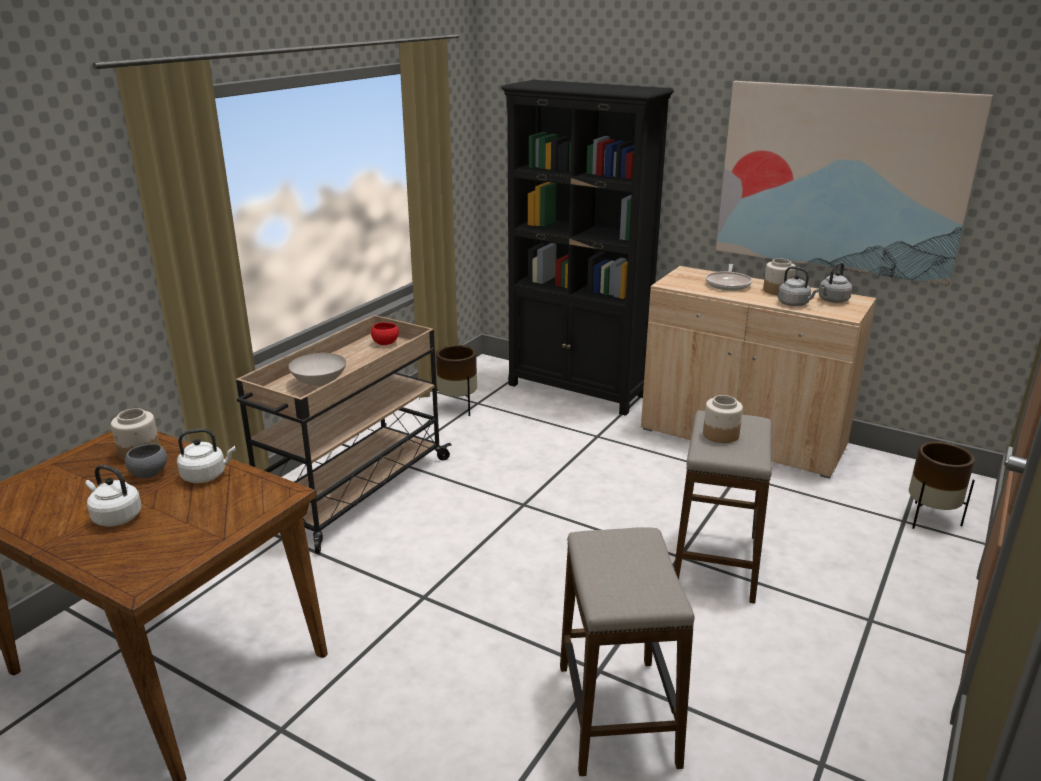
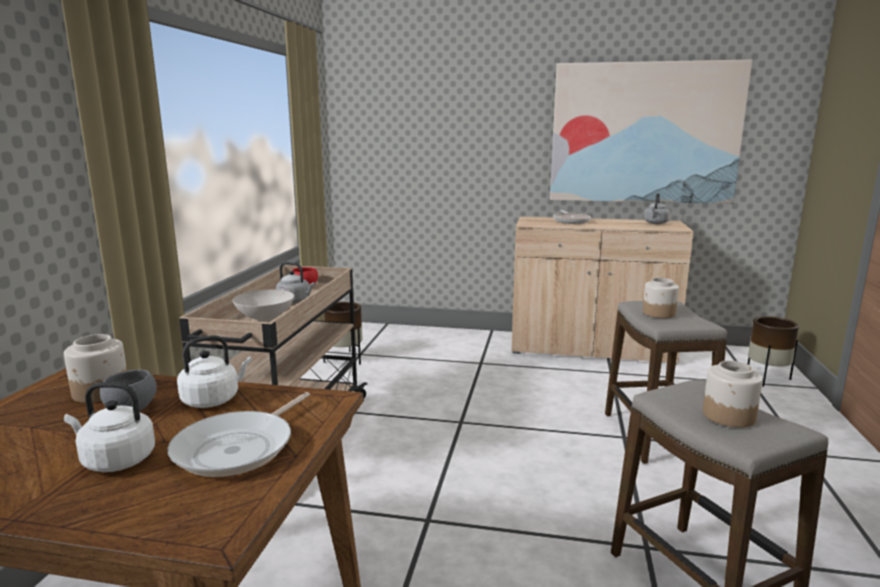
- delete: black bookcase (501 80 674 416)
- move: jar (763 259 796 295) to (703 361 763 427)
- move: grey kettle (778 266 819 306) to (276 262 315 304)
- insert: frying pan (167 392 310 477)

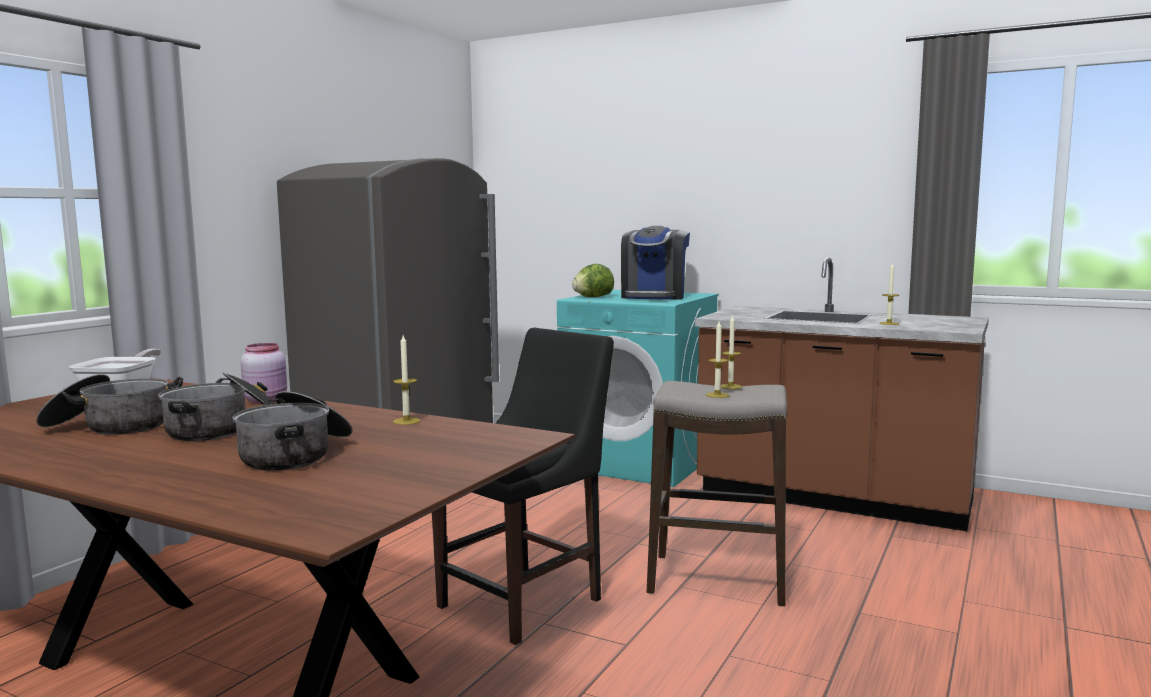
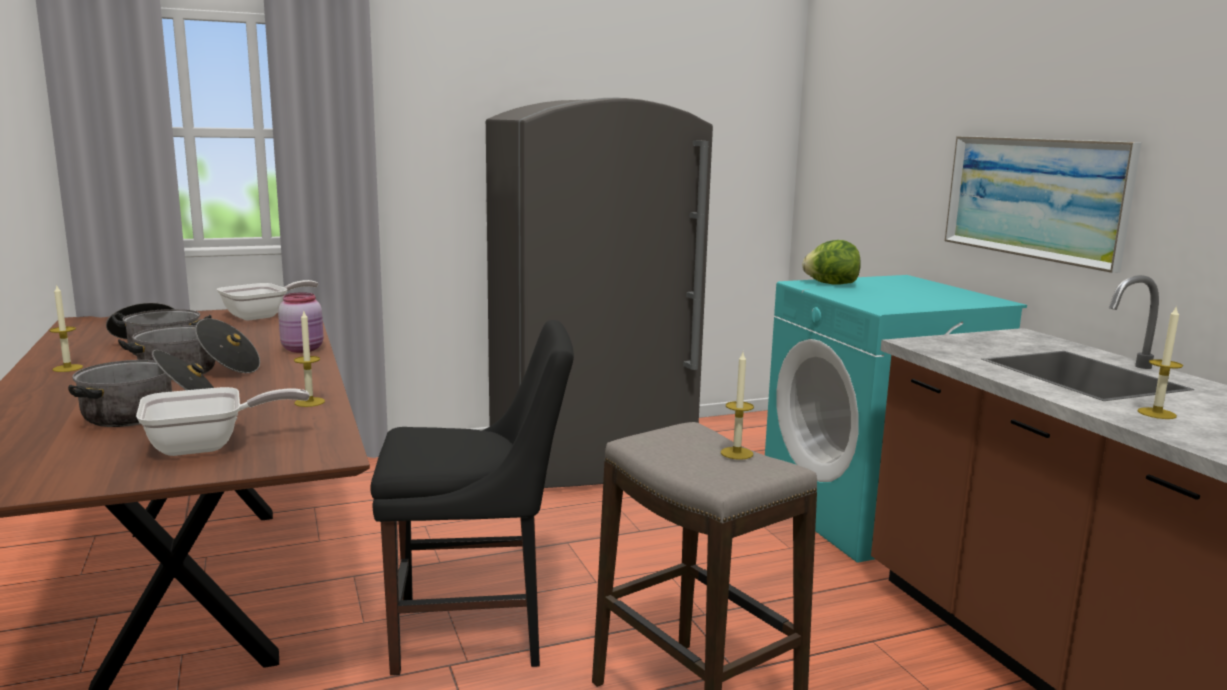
- delete: coffee machine (621 226 690 300)
- move: candle (706 321 729 398) to (49 284 83 372)
- insert: picture (945 136 1142 273)
- insert: frying pan (136 387 310 456)

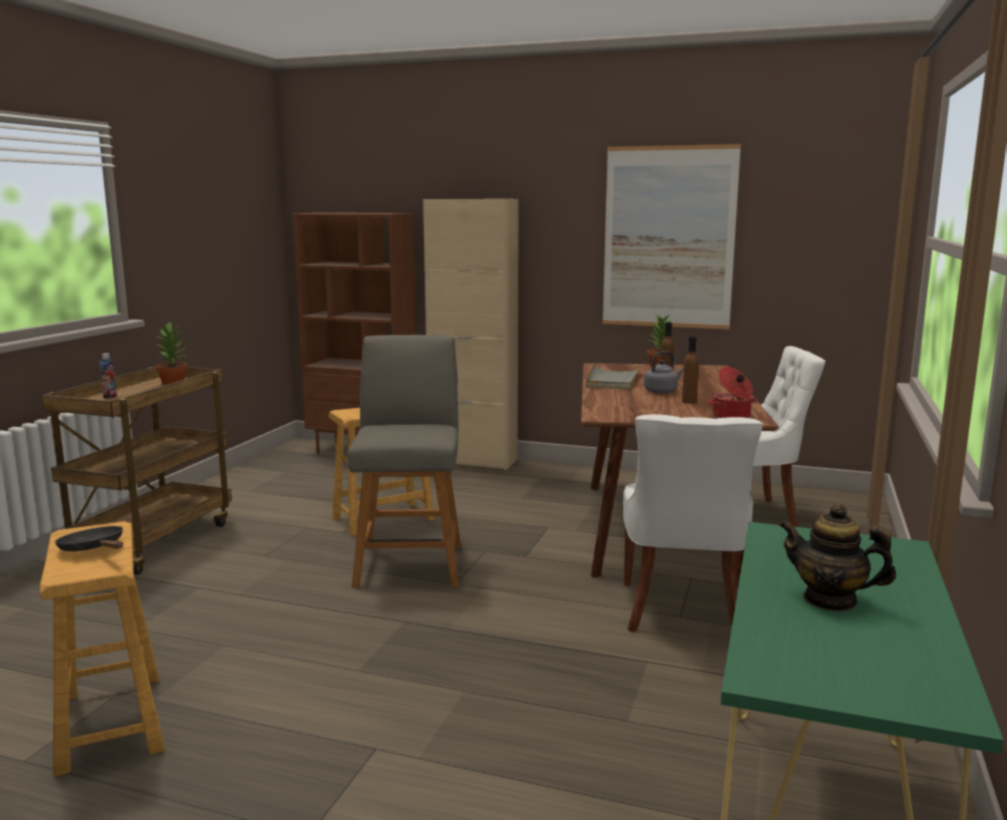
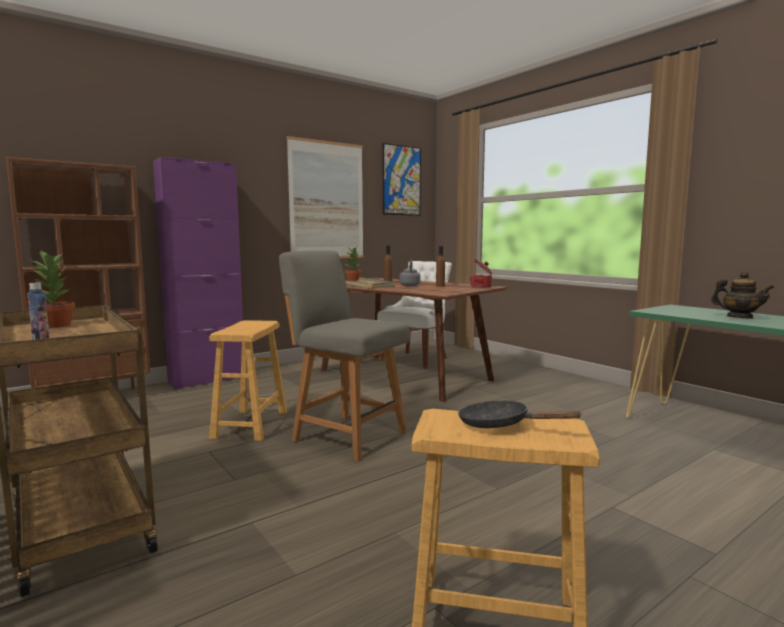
- recolor: beige cabinet (423 199 519 470) to purple cabinet (153 157 243 390)
- delete: white chair (623 414 763 633)
- rotate: teapot (779 503 896 611) = (711 272 774 319) 120 degrees counterclockwise
- rotate: black frying pan (55 526 123 551) = (458 400 582 428) 45 degrees clockwise
- insert: picture (383 143 421 216)

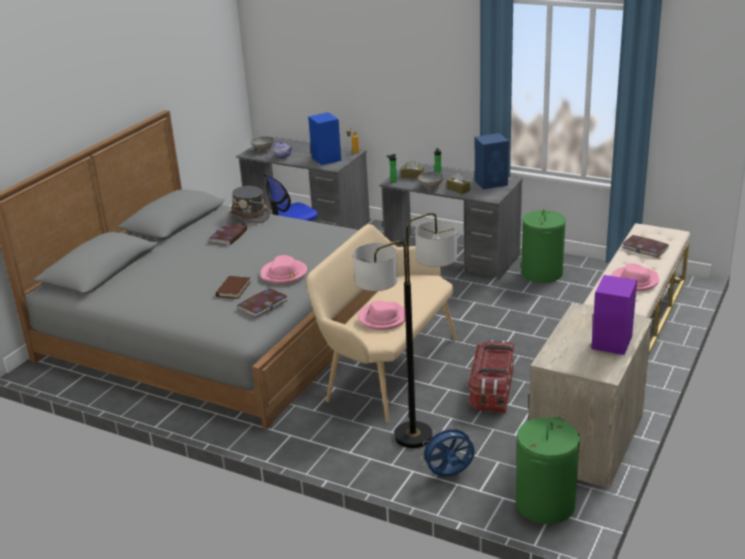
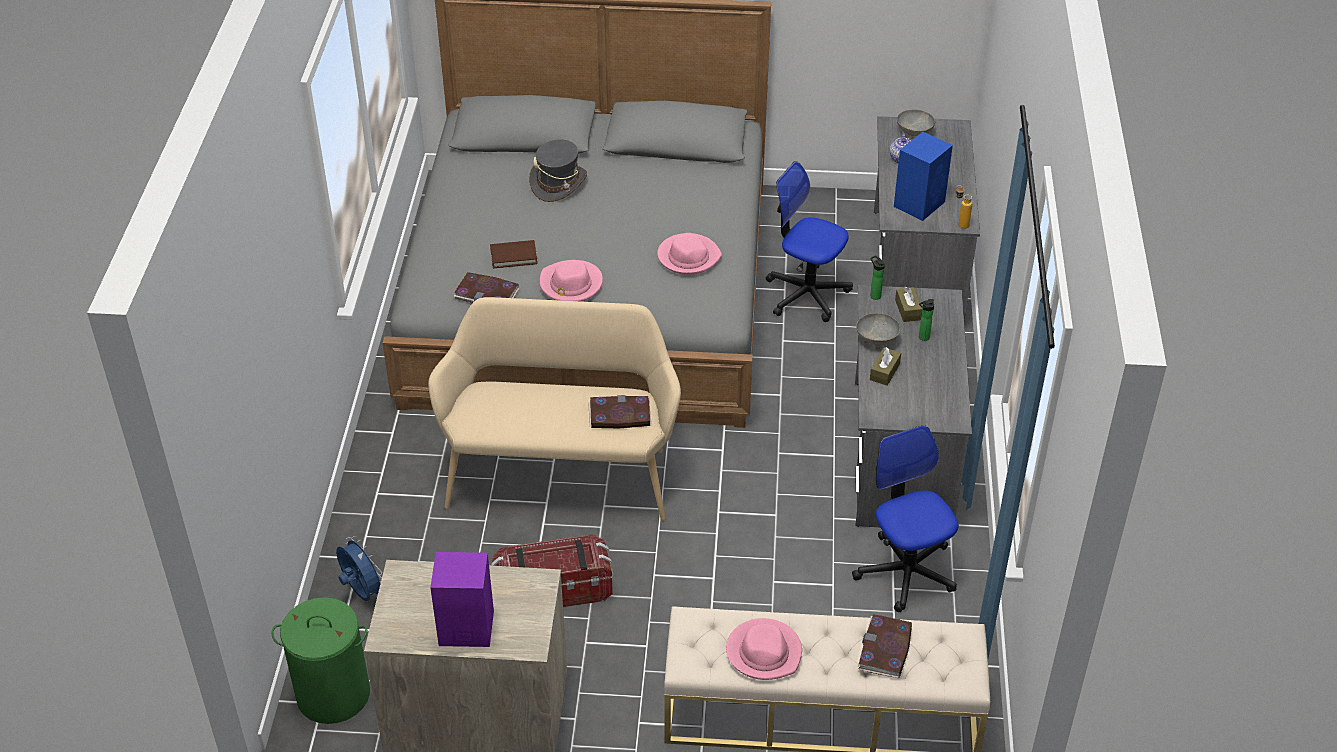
- delete: blue speaker (475 133 509 189)
- move: grey hat (229 186 270 223) to (529 139 587 202)
- replace: green laundry basket (521 210 566 283) to office chair (852 425 959 612)
- delete: floor lamp (353 212 457 448)
- move: book (209 223 247 245) to (588 395 651 428)
- move: pink hat (358 301 406 330) to (657 233 722 275)

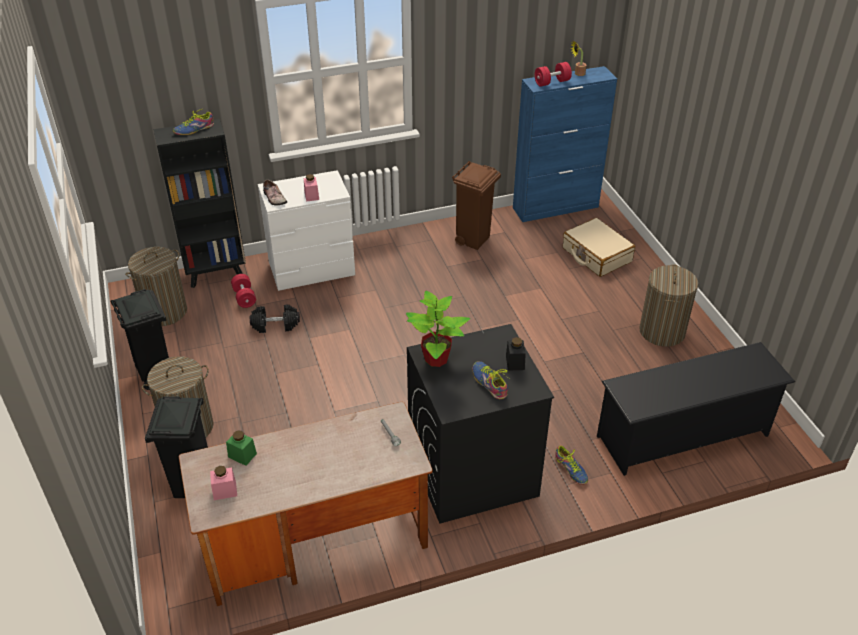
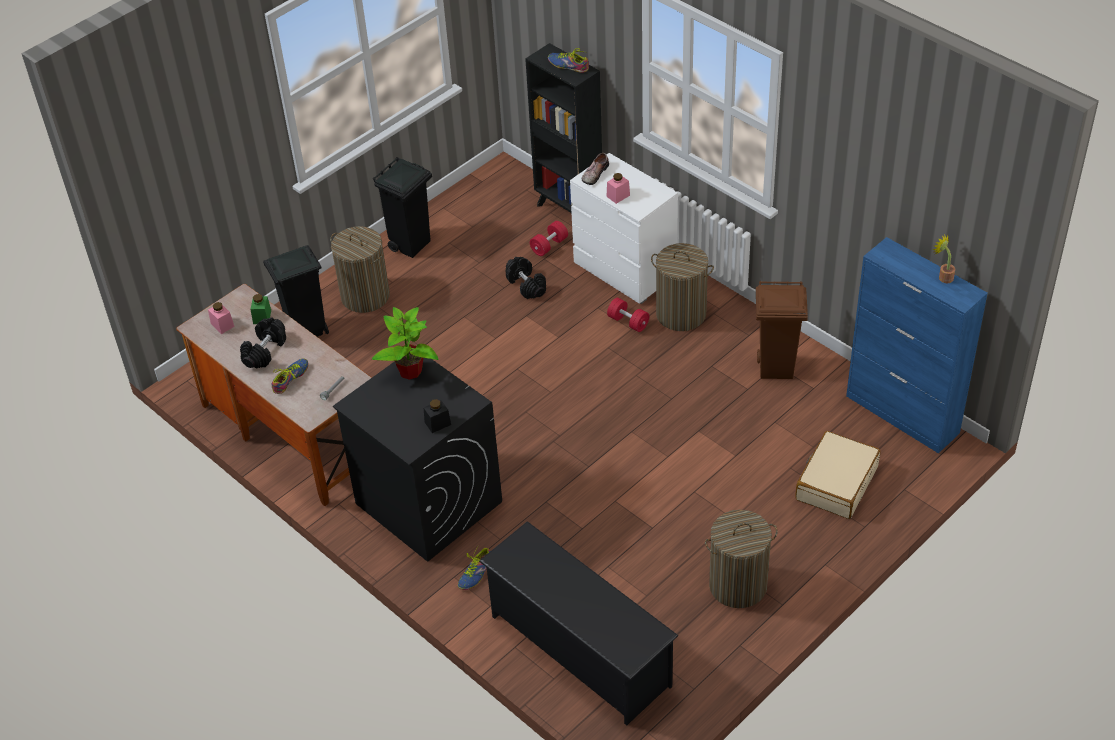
- move: red dumbbell (535 62 572 87) to (607 298 649 332)
- move: laundry basket (125 247 187 326) to (651 243 714 331)
- move: shoe (473 361 510 399) to (272 359 309 394)
- insert: black dumbbell (240 317 286 368)

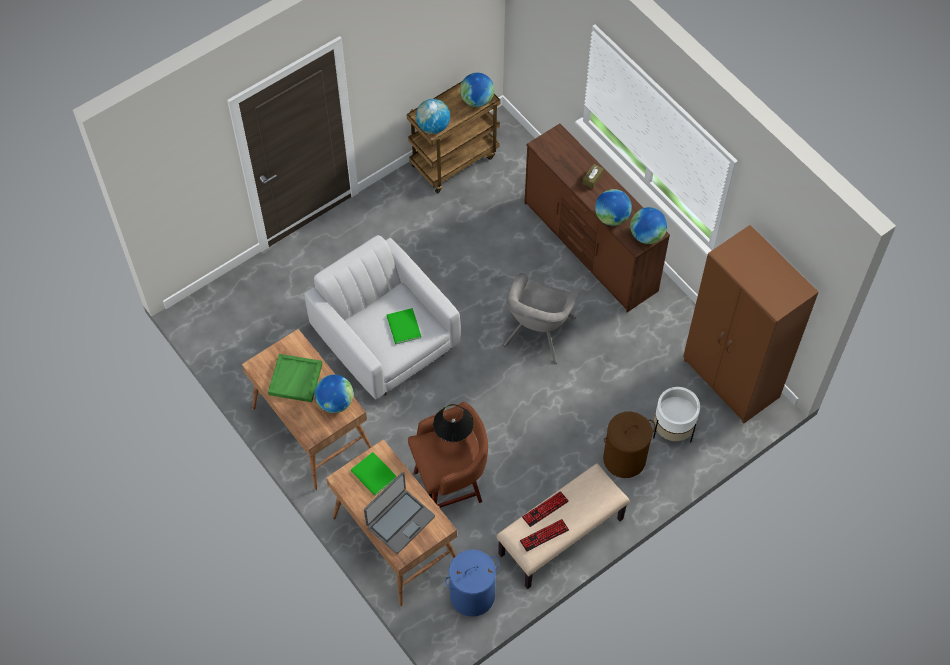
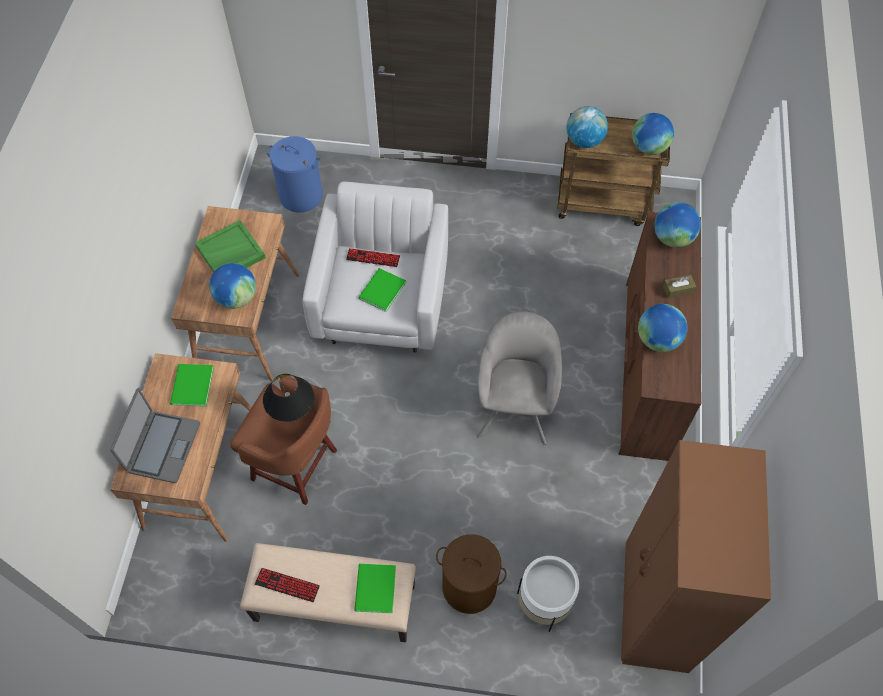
- move: globe (630 207 667 244) to (654 202 701 248)
- rotate: grey armchair (503 273 578 364) = (477 311 562 445) 120 degrees clockwise
- rotate: laptop (364 472 435 554) = (110 388 200 483) 75 degrees counterclockwise
- move: keyboard (522 491 569 527) to (346 248 400 267)
- move: blue laundry basket (445 549 499 617) to (267 136 323 213)
- insert: green book (354 564 396 613)

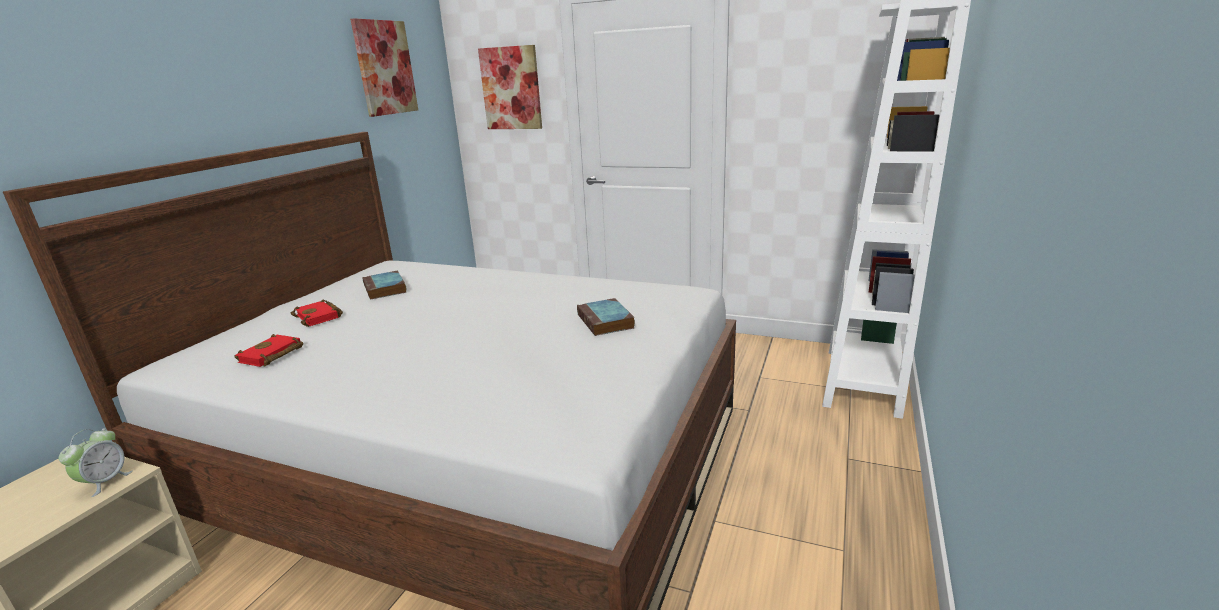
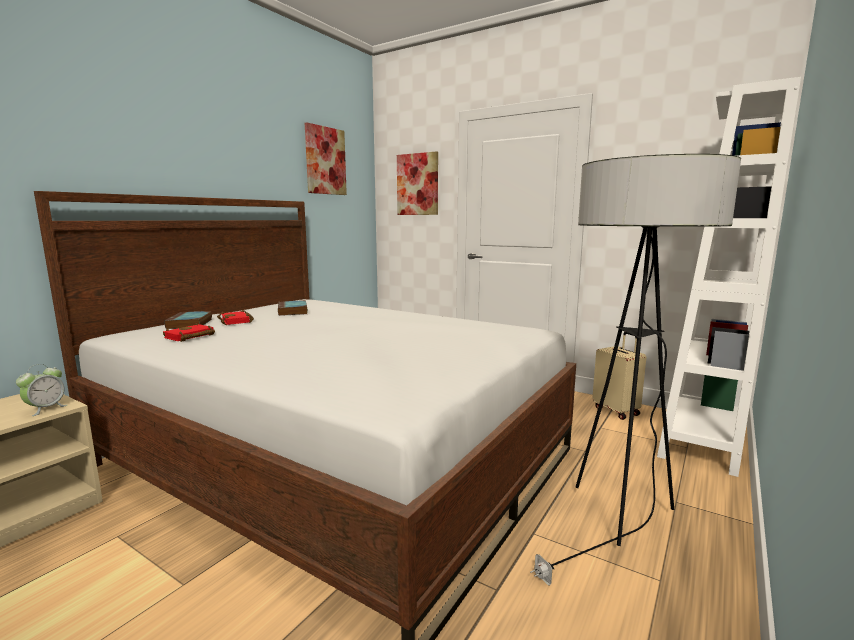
- move: book (577 298 635 336) to (164 311 212 329)
- insert: floor lamp (530 154 741 585)
- insert: beige suitcase (592 332 646 420)

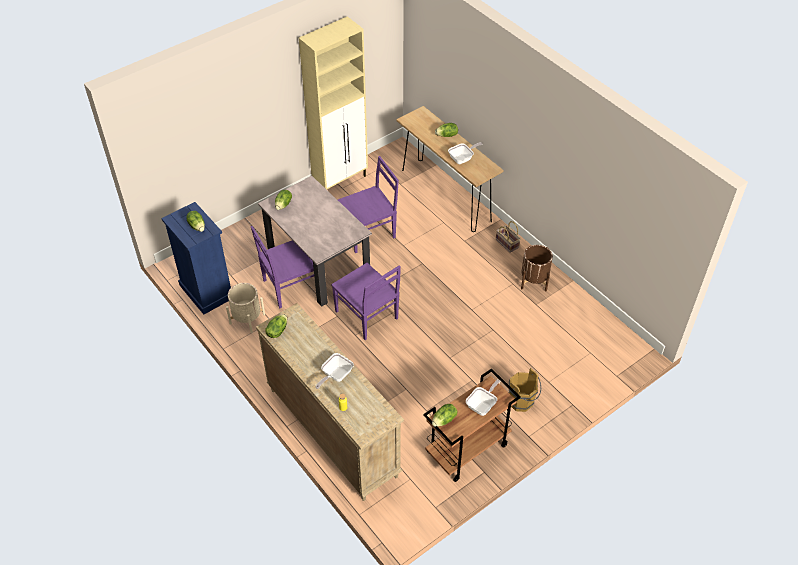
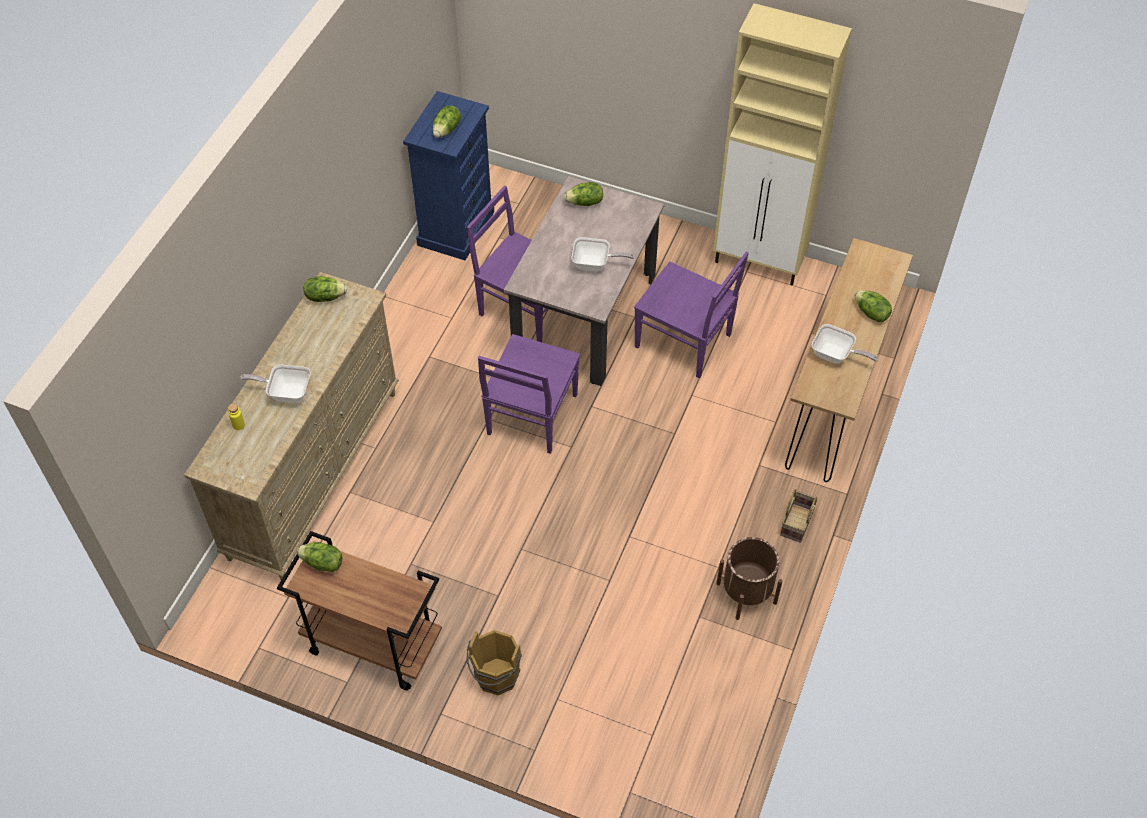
- delete: beige planter (226 283 265 333)
- move: frying pan (466 379 500 416) to (571 237 634 271)

